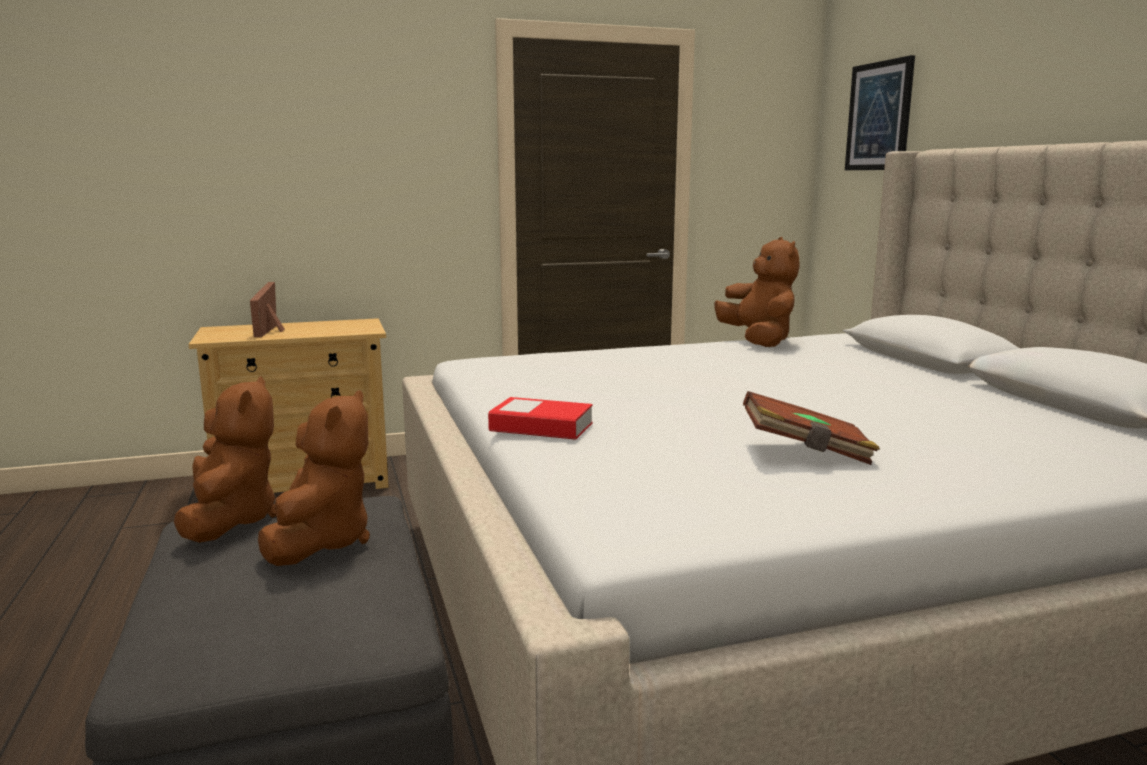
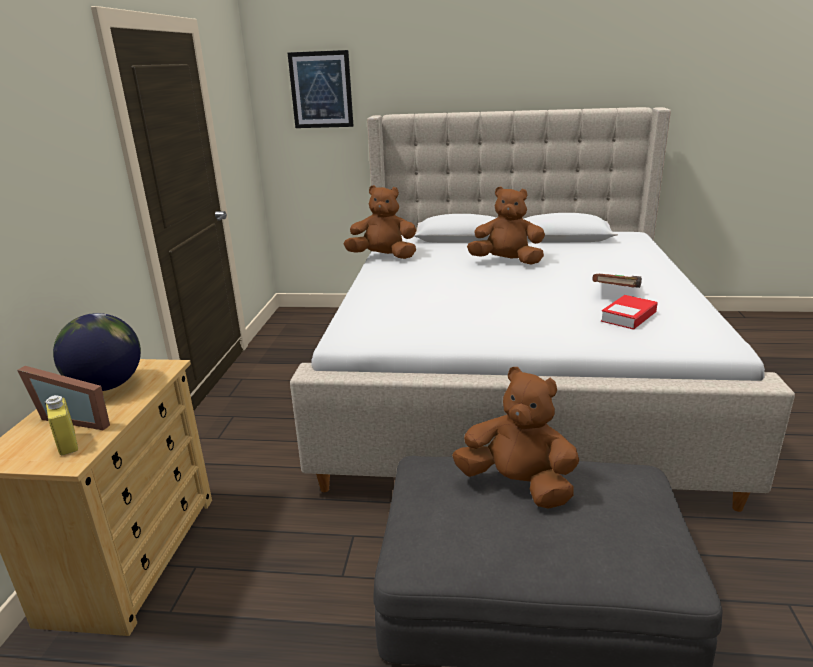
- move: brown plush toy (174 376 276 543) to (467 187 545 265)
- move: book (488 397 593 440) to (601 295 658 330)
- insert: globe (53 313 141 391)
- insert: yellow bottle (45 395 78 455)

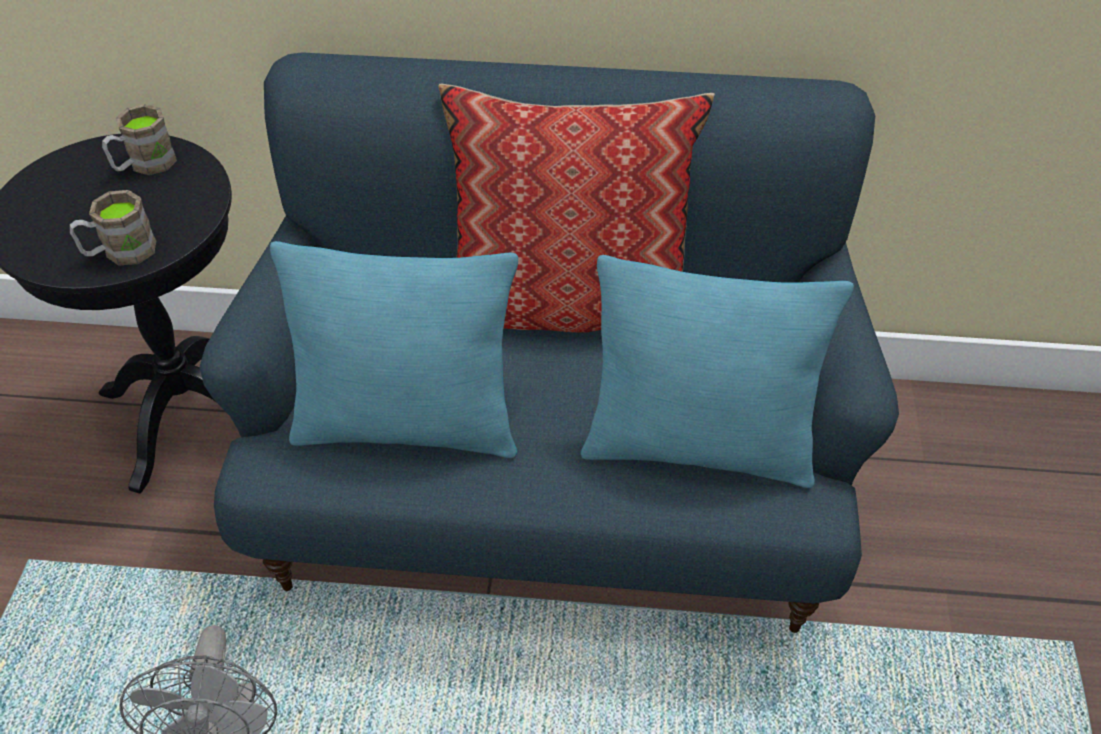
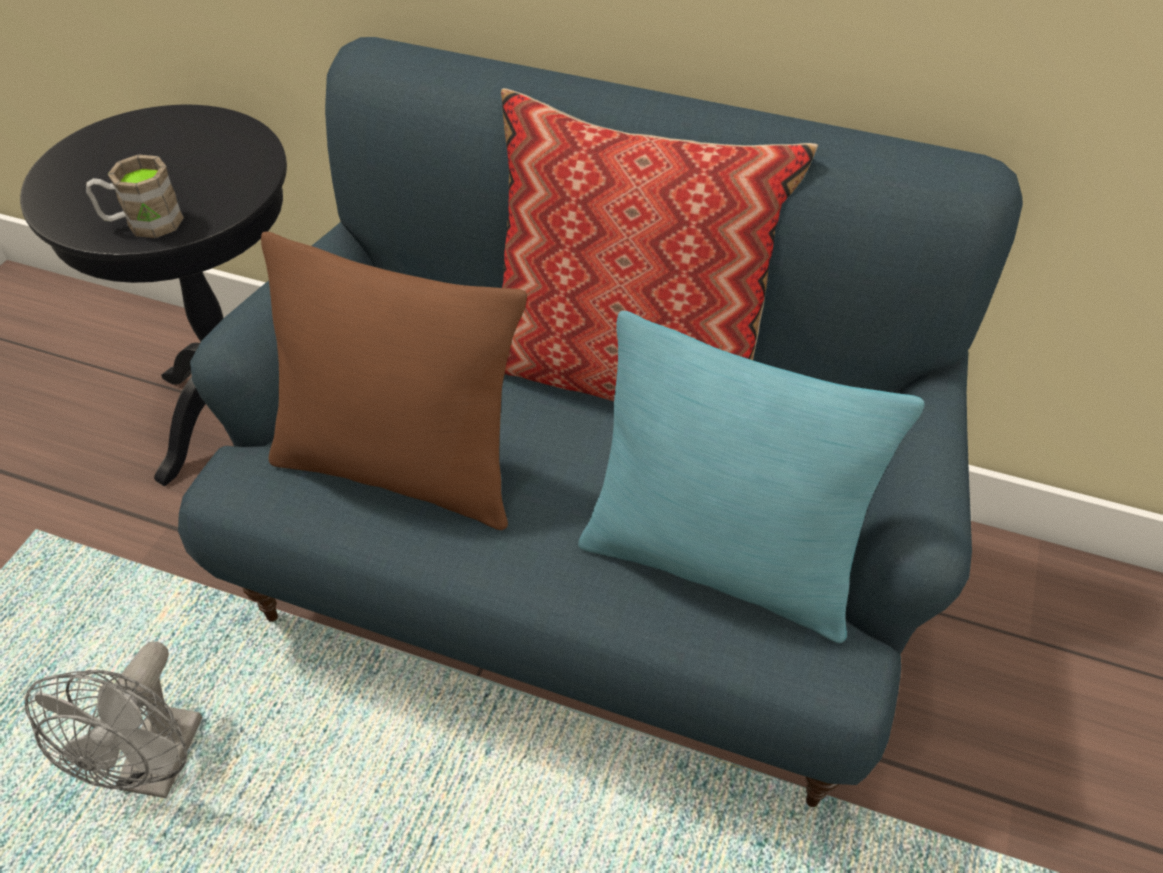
- delete: brown mug (102 104 177 175)
- recolor: turquoise pillow (270 241 518 458) to brown pillow (261 232 527 530)

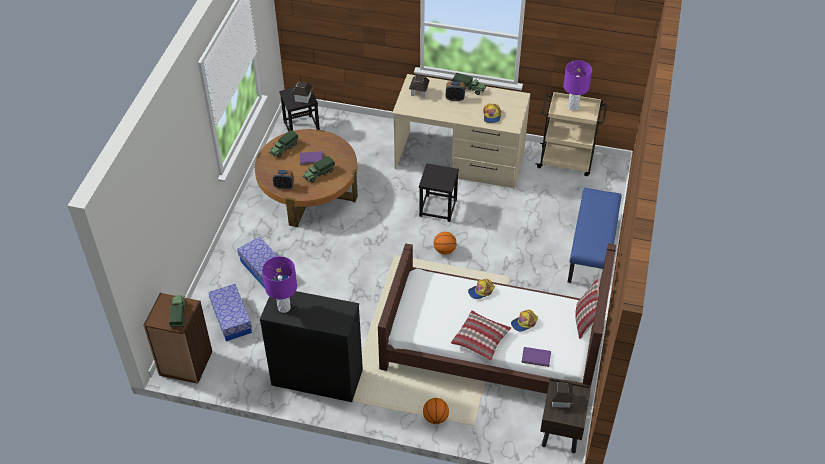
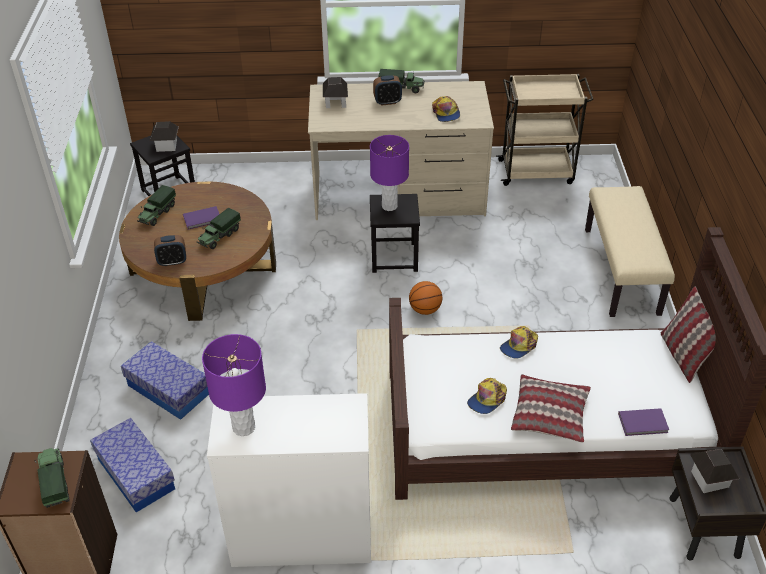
- move: purple table lamp (563 60 592 111) to (370 135 409 211)
- recolor: blue bench (568 188 622 283) to beige bench (585 186 675 317)
- recolor: black dresser (260 291 363 402) to white dresser (207 393 371 567)
- move: cap (511 310 538 332) to (467 378 507 414)
- delete: basketball (423 398 449 424)

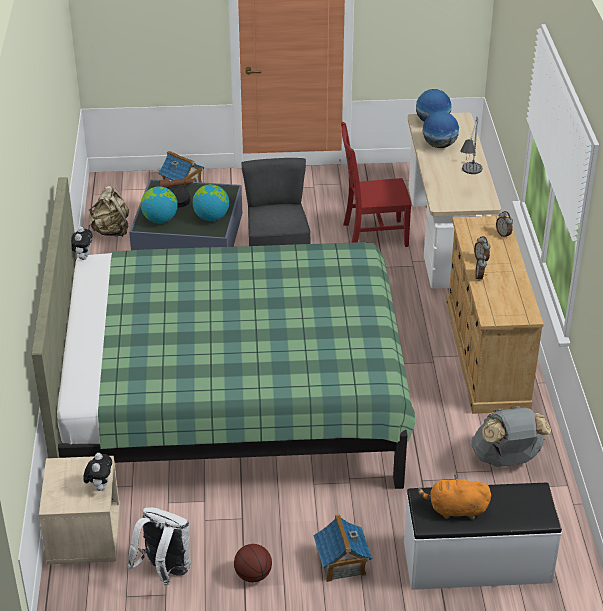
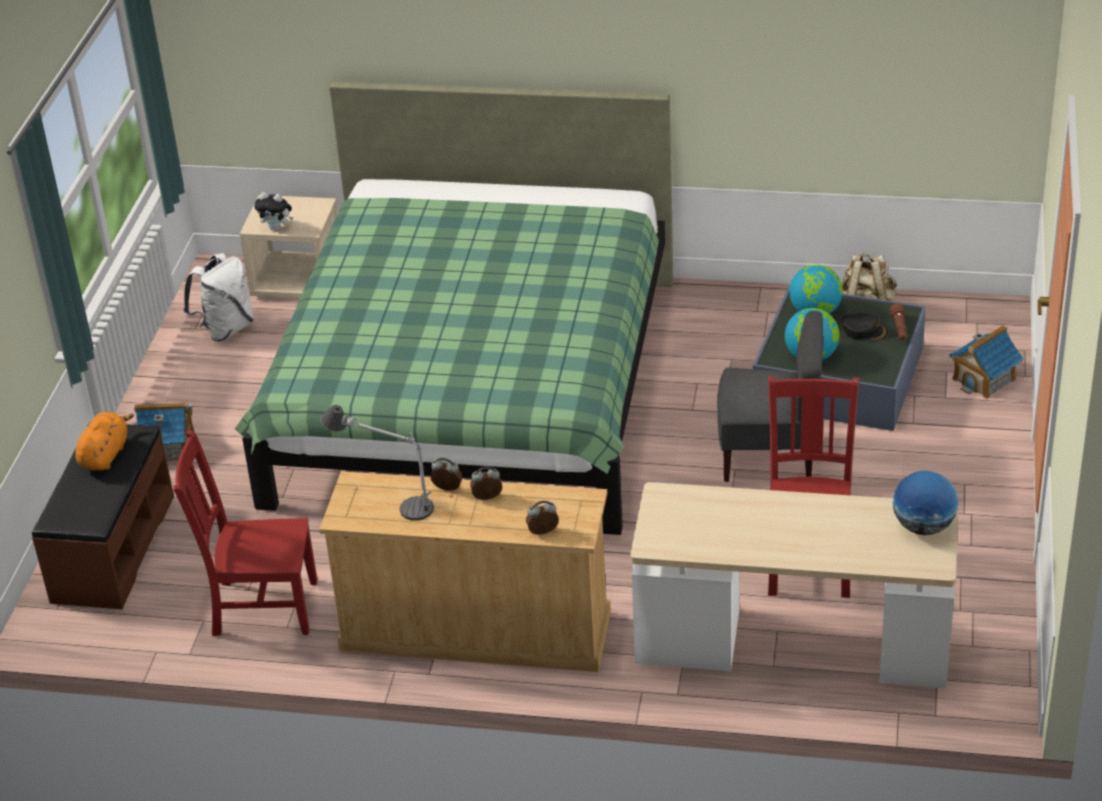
- delete: globe (422 111 459 148)
- move: table lamp (460 116 483 174) to (320 405 434 521)
- delete: plush toy (71 227 92 260)
- replace: grey backpack (471 406 551 467) to red chair (173 430 317 637)
- recolor: white bench (404 483 562 590) to brown bench (32 423 174 609)
- delete: basketball (234 544 272 582)

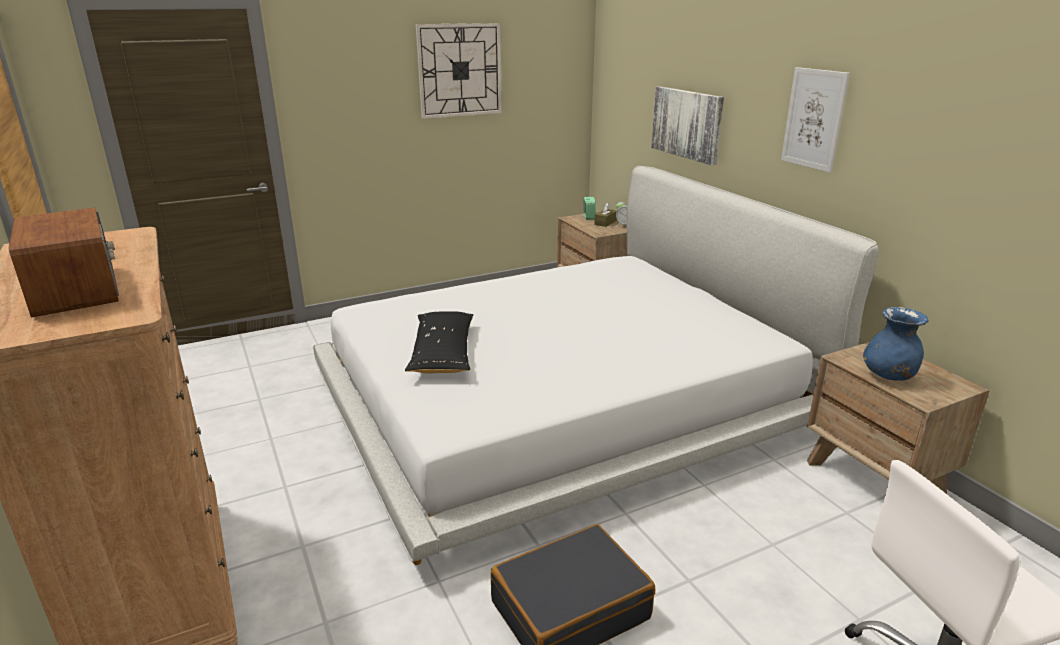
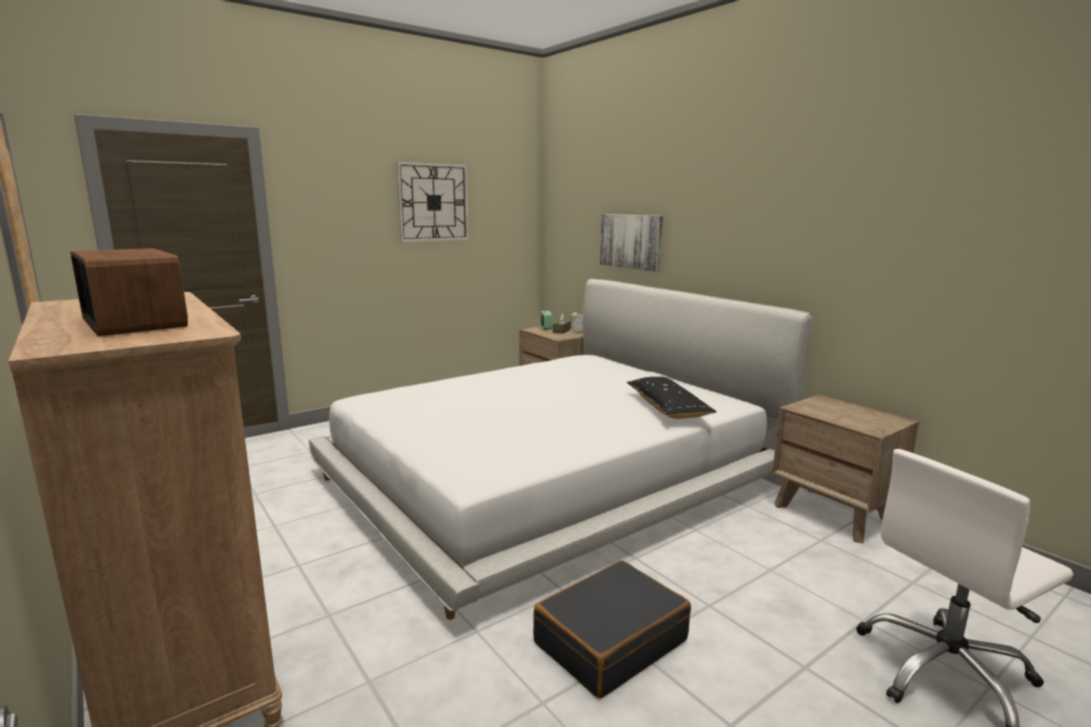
- delete: picture (781 67 850 173)
- delete: blue vase (863 307 929 381)
- move: black pillow (405 311 473 374) to (627 377 716 419)

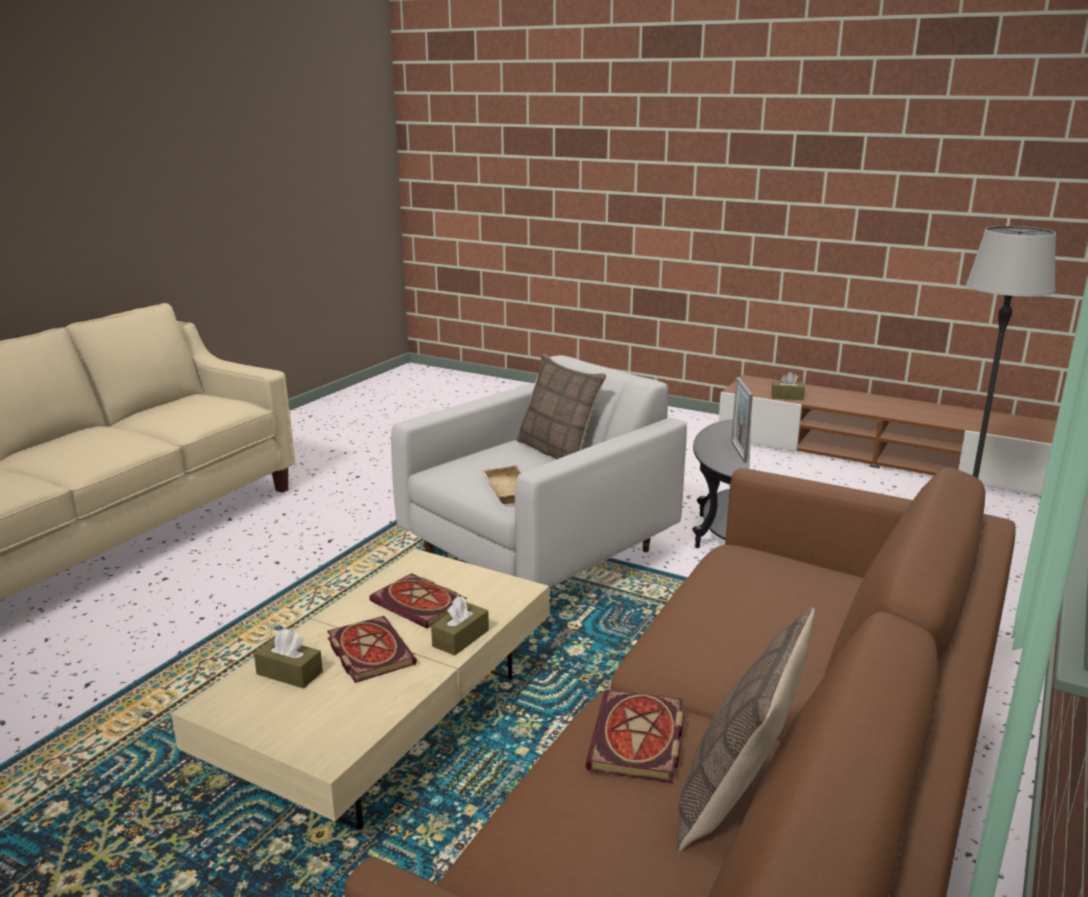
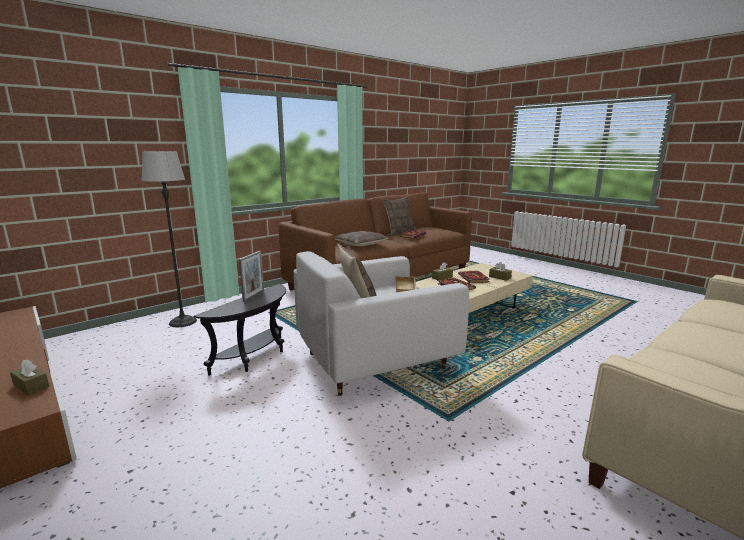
- insert: pillow (335 231 388 246)

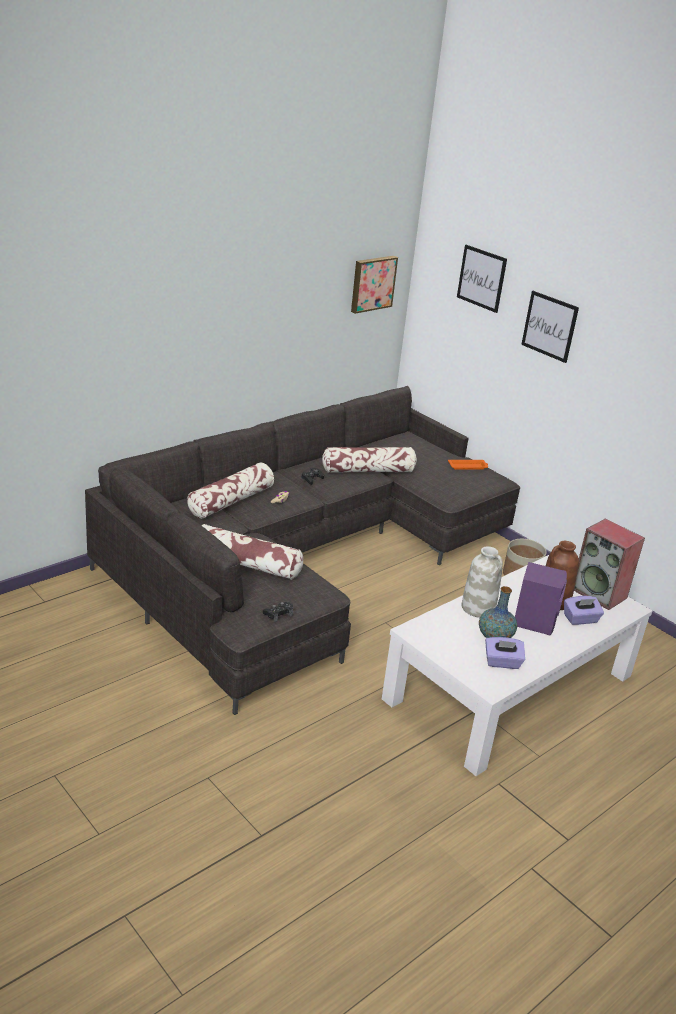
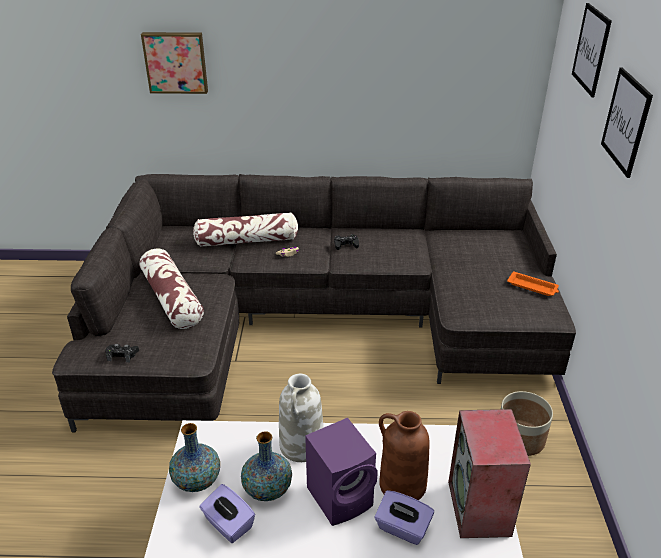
- move: picture (351 256 398 314) to (141 32 208 94)
- delete: pillow (322 447 417 473)
- insert: vase (169 423 220 492)

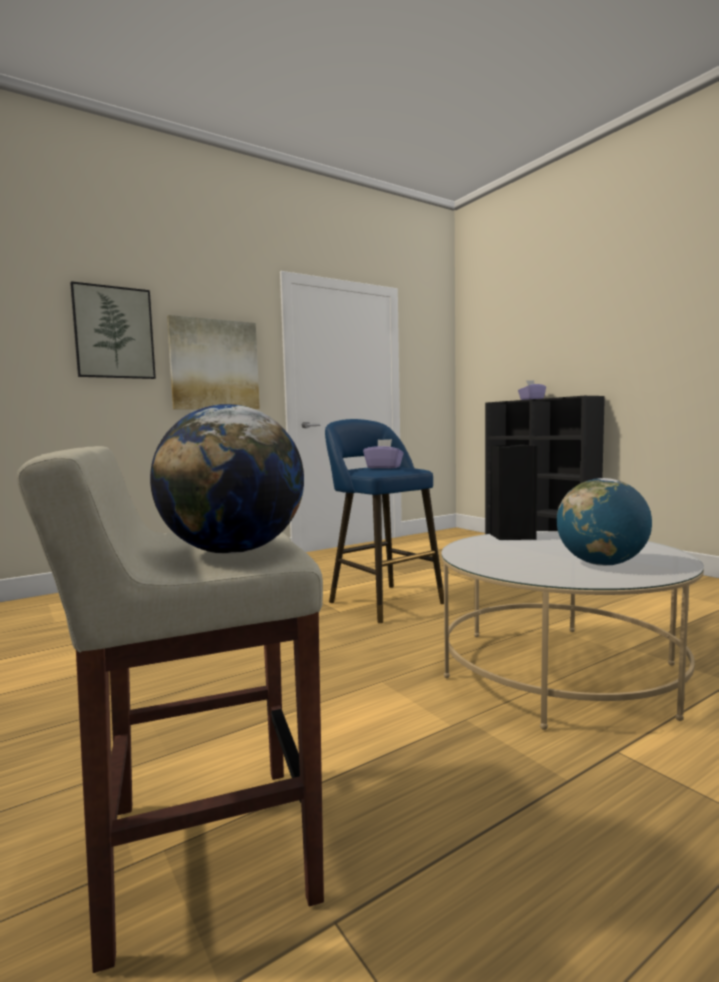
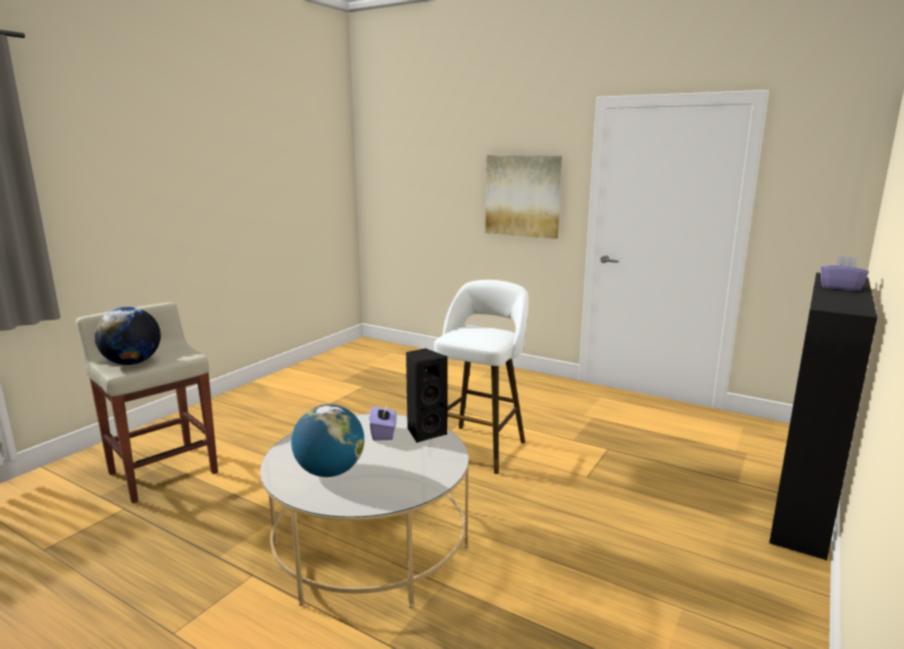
- delete: picture (70 281 156 379)
- recolor: blue stool (325 419 444 623) to white stool (434 280 529 474)
- move: purple tissue box (363 439 404 468) to (369 402 397 441)

